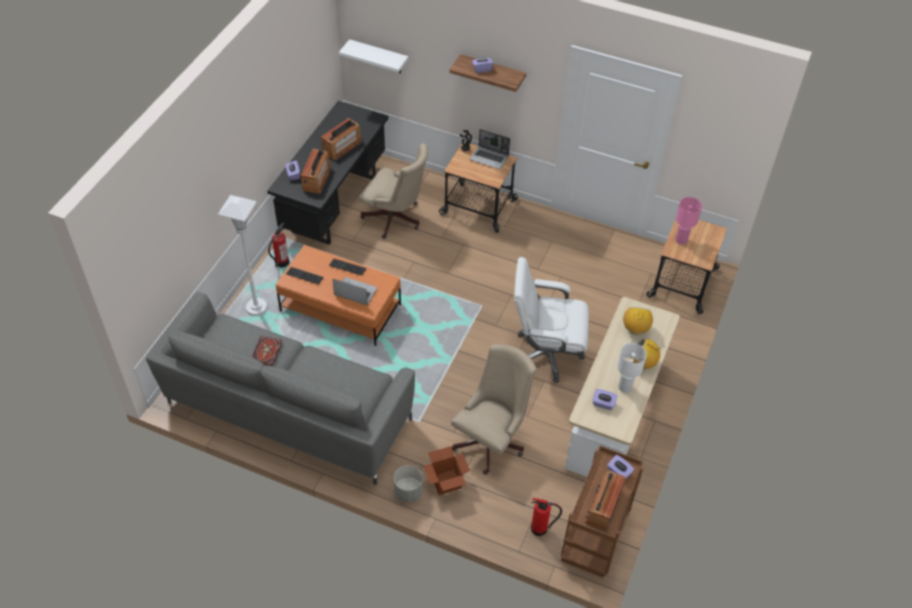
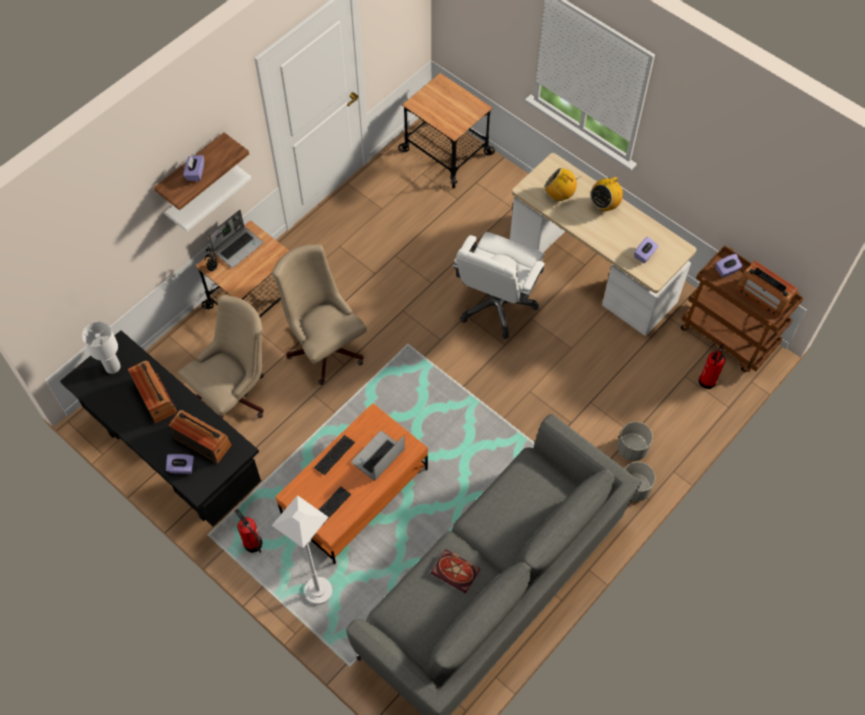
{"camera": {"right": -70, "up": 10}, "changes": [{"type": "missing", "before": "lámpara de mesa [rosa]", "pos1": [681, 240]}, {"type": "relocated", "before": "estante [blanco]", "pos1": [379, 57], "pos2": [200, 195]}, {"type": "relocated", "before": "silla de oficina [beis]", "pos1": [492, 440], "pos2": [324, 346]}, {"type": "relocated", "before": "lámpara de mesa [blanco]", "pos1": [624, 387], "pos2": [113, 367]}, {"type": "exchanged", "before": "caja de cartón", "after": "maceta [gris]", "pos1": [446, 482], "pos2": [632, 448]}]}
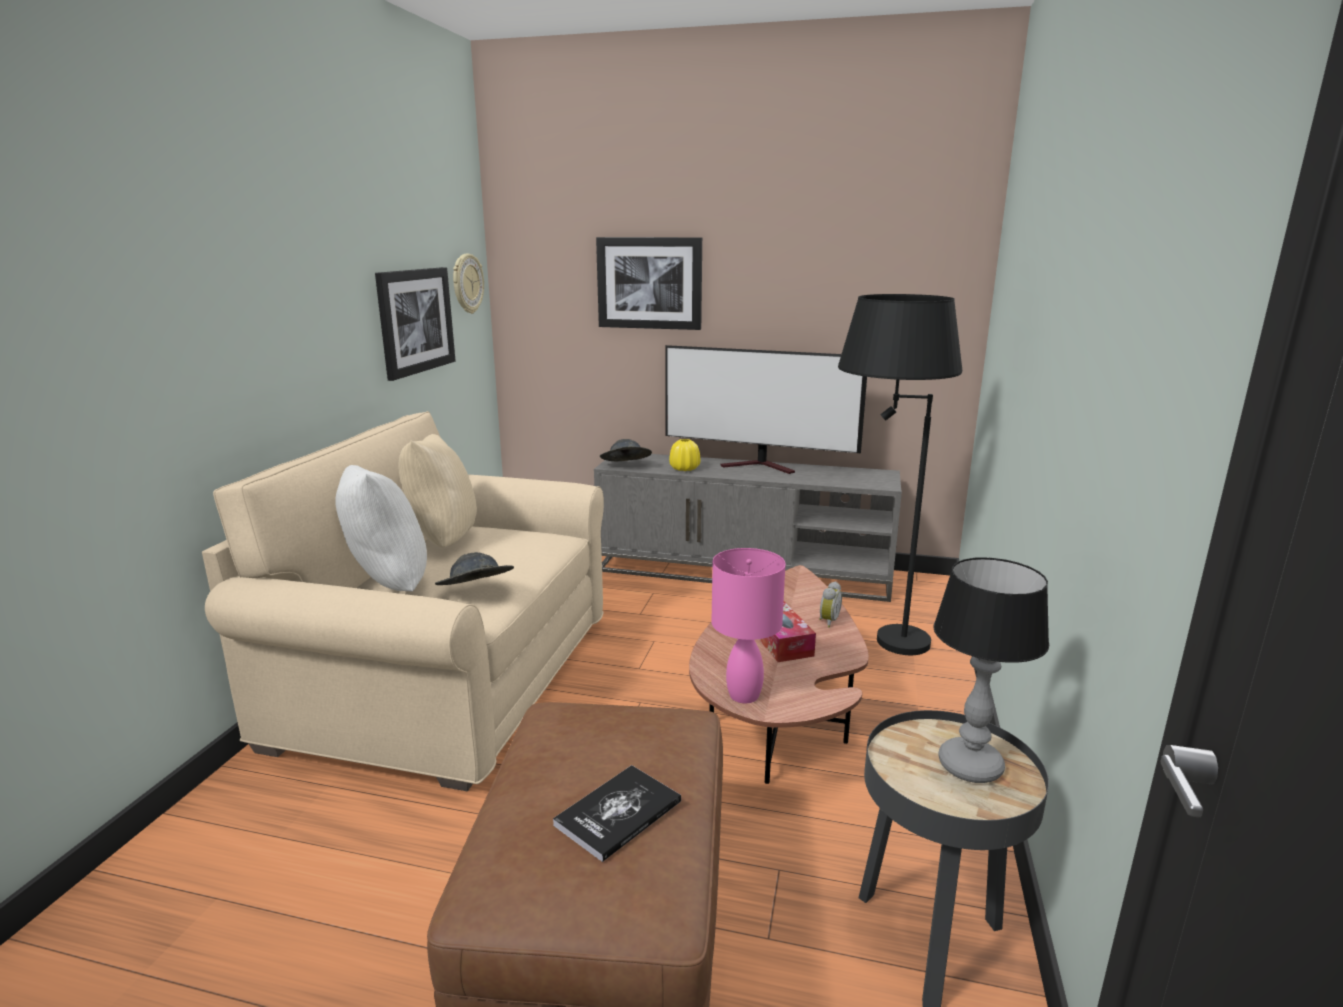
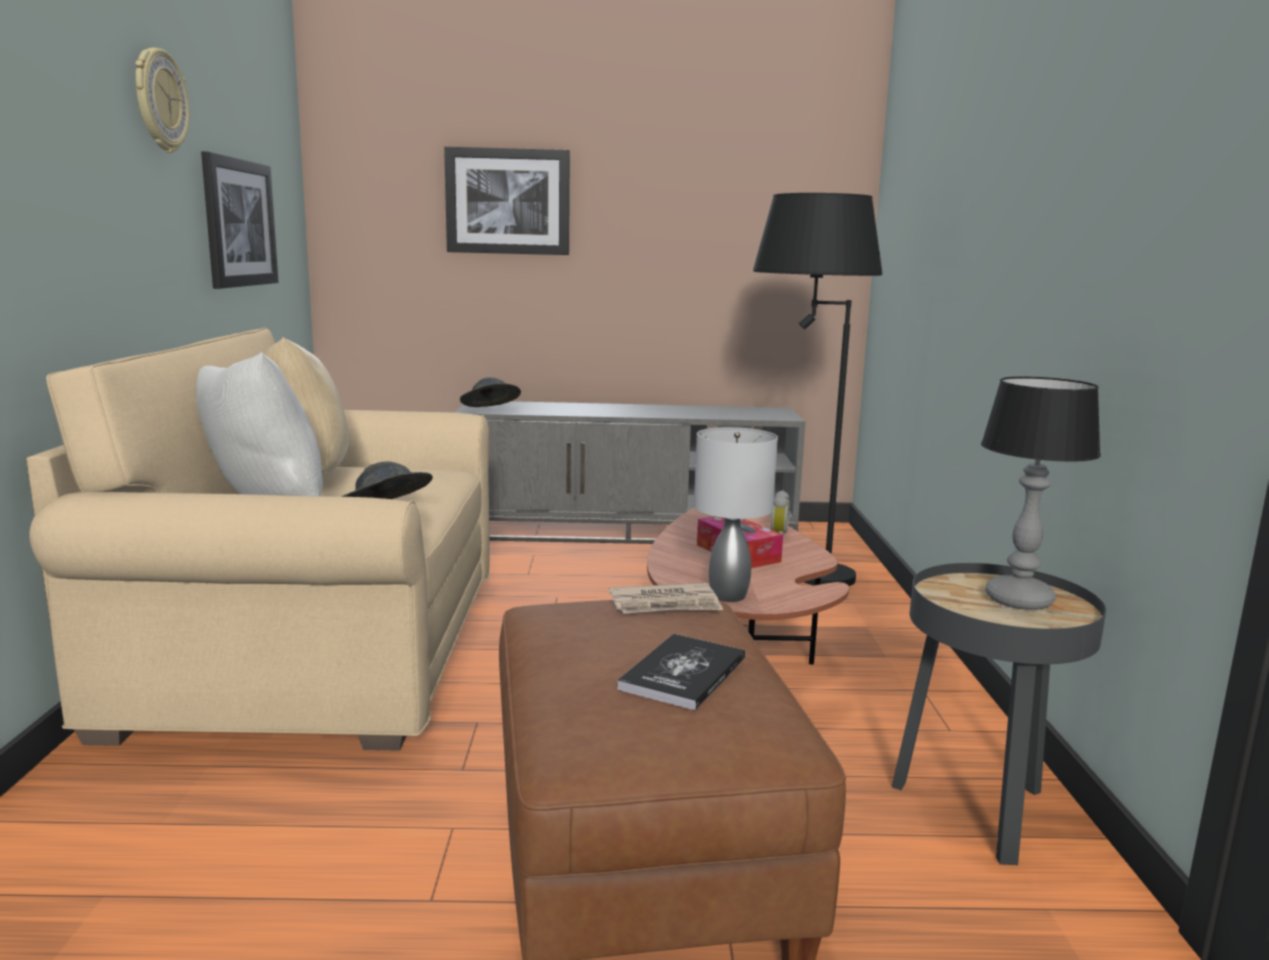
{"camera": {"right": -15, "up": -5}, "changes": [{"type": "missing", "before": "televisor", "pos1": [762, 466]}, {"type": "missing", "before": "florero [amarillo]", "pos1": [684, 469]}, {"type": "appeared", "after": "periódico", "pos2": [665, 604]}, {"type": "relocated", "before": "reloj de pared", "pos1": [467, 283], "pos2": [159, 101]}, {"type": "colour", "before": "lámpara de mesa [rosa]", "after": "lámpara de mesa [gris]", "pos1": [745, 695], "pos2": [729, 595]}]}
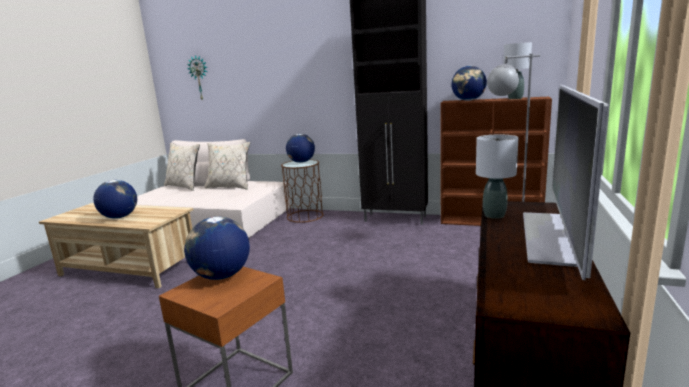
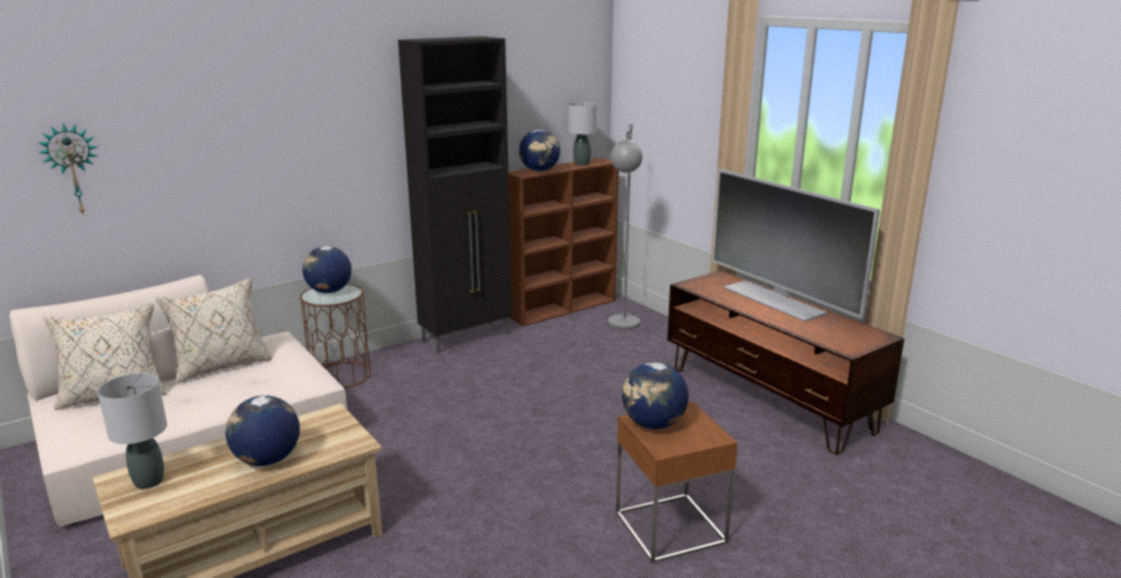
{"camera": {"right": -55, "up": 5}, "changes": [{"type": "relocated", "before": "lámpara de mesa [gris]", "pos1": [494, 215], "pos2": [149, 482]}]}
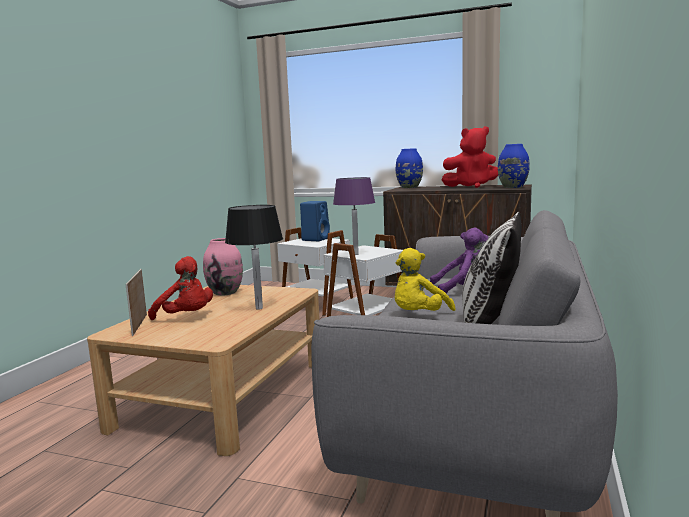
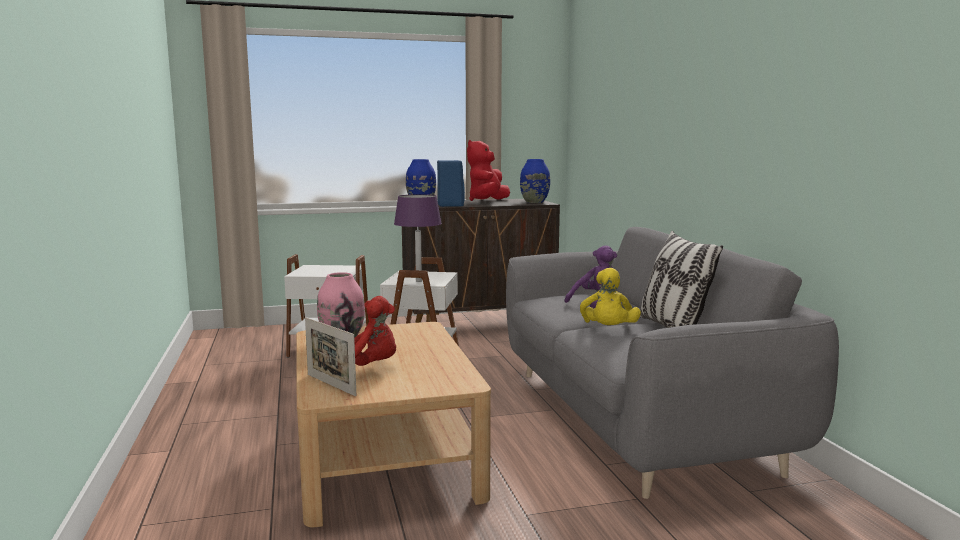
{"camera": {"right": -35, "up": 0}, "changes": [{"type": "missing", "before": "lámpara de mesa [negro]", "pos1": [259, 308]}, {"type": "relocated", "before": "altavoz [azul]", "pos1": [316, 239], "pos2": [450, 205]}, {"type": "spun", "before": "peluche [rojo]", "pos1": [471, 186], "pos2": [488, 201], "turn": 150}]}
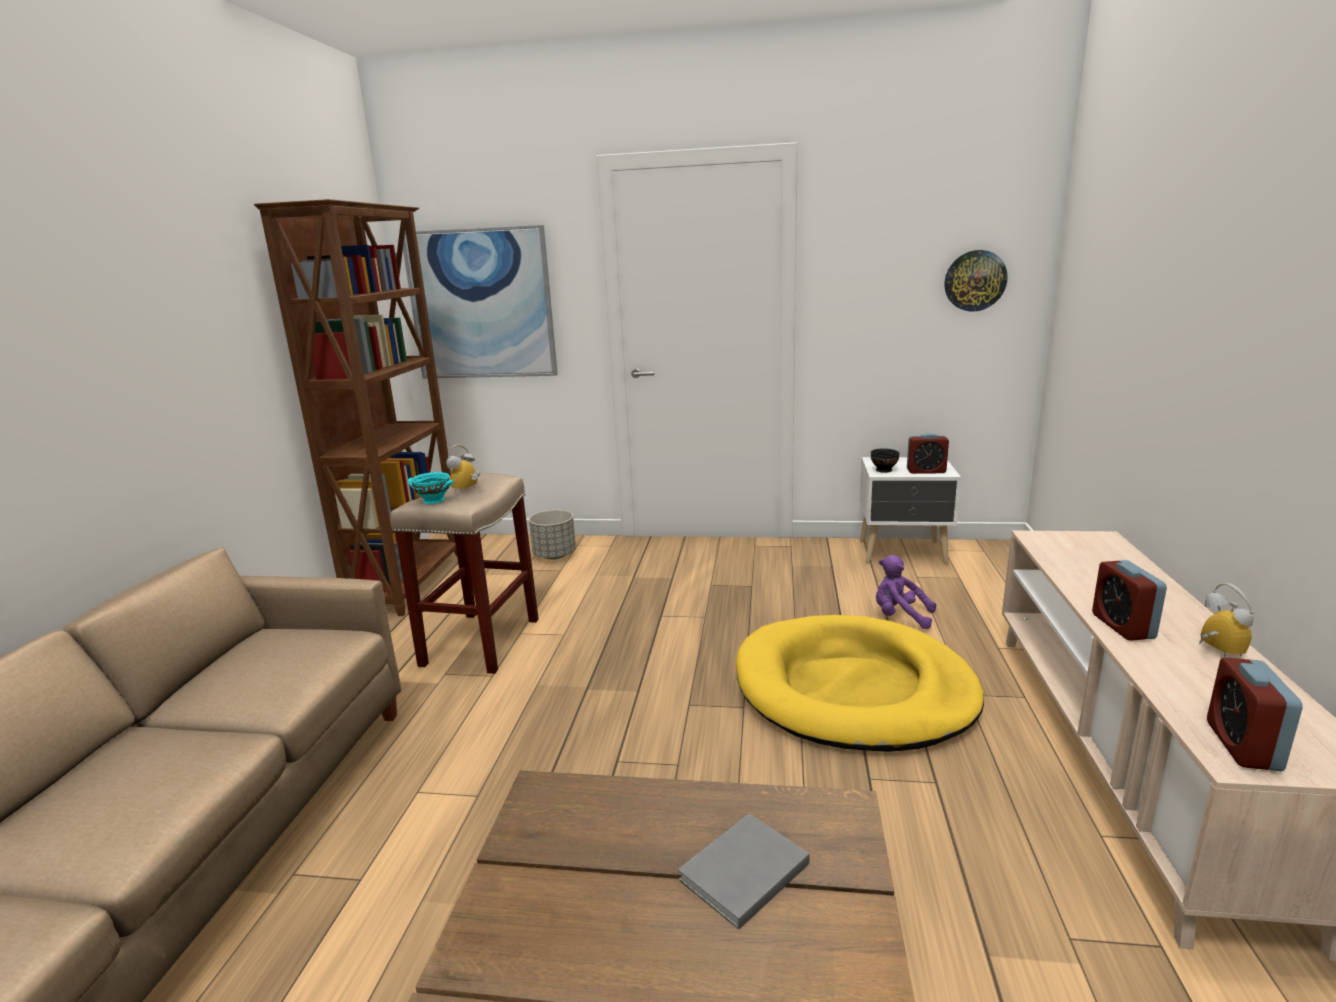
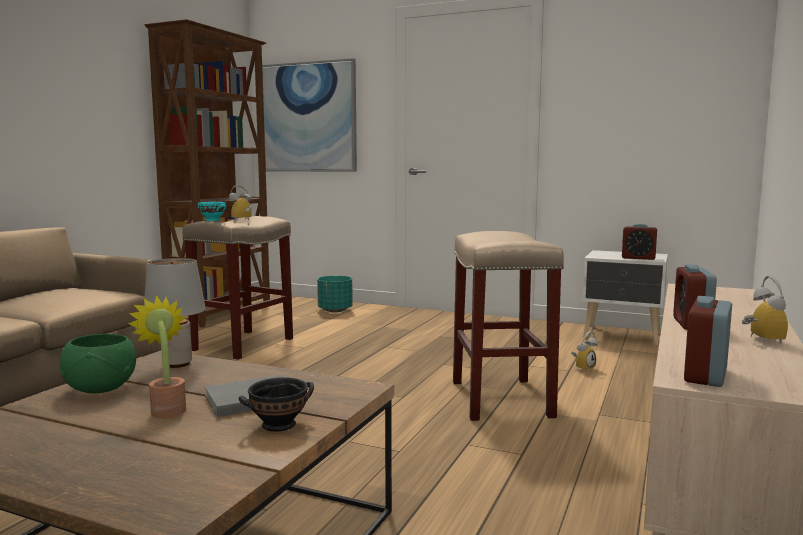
{"camera": {"right": 15, "up": -10}, "changes": [{"type": "missing", "before": "reloj de pared", "pos1": [975, 280]}, {"type": "appeared", "after": "cuenco [verde]", "pos2": [100, 389]}, {"type": "appeared", "after": "planta en maceta", "pos2": [167, 409]}, {"type": "appeared", "after": "lámpara de mesa [gris]", "pos2": [176, 364]}, {"type": "relocated", "before": "cuenco [negro]", "pos1": [883, 470], "pos2": [277, 425]}, {"type": "exchanged", "before": "cama para perro [amarillo]", "after": "taburete [beis]", "pos1": [853, 689], "pos2": [502, 399]}, {"type": "exchanged", "before": "peluche [morado]", "after": "despertador", "pos1": [900, 617], "pos2": [583, 368]}, {"type": "colour", "before": "maceta [gris]", "after": "maceta [turquesa]", "pos1": [554, 555], "pos2": [335, 310]}]}
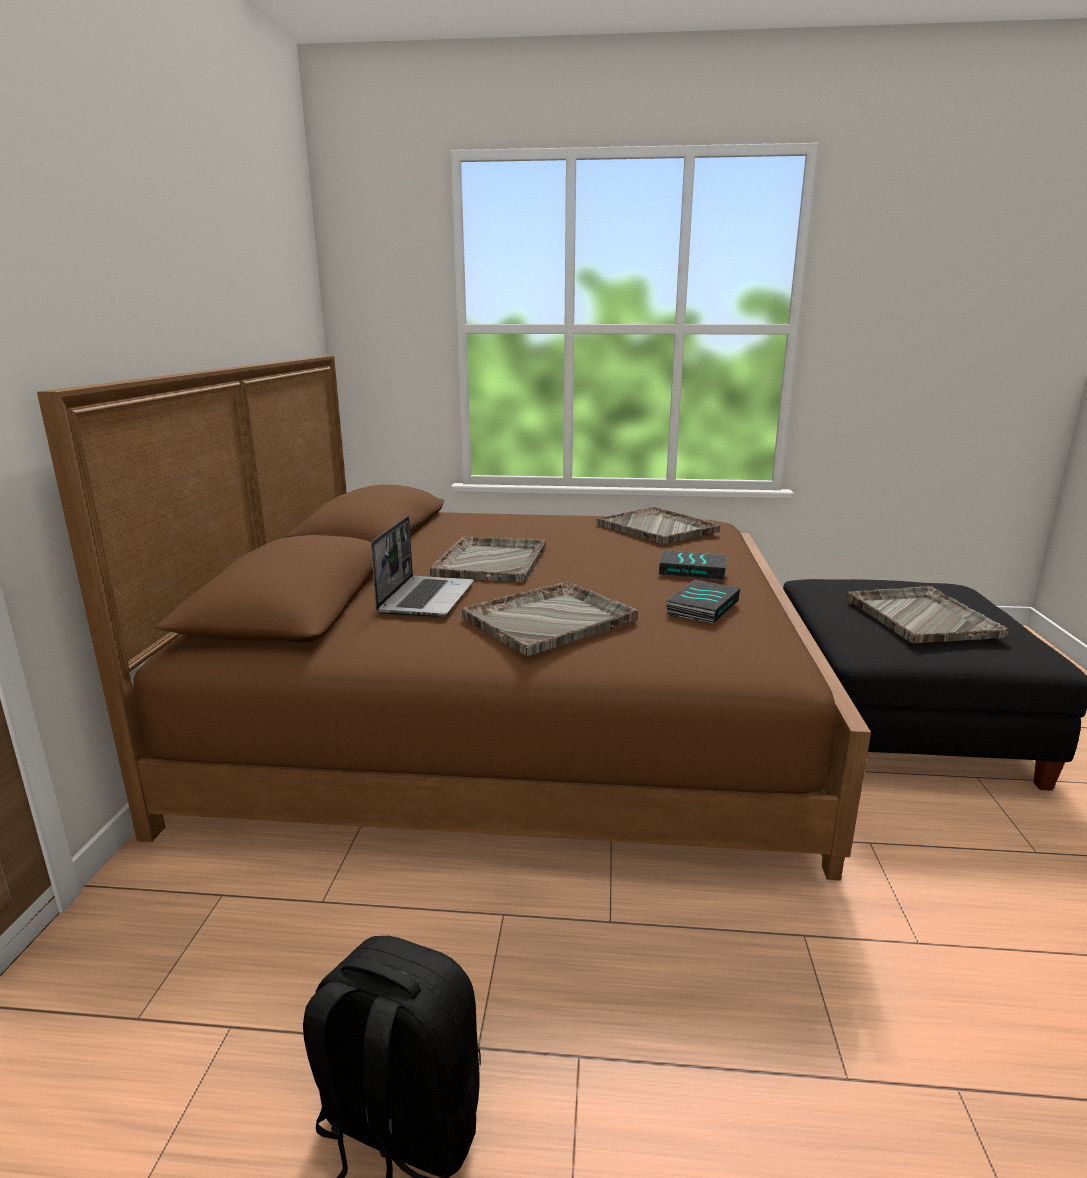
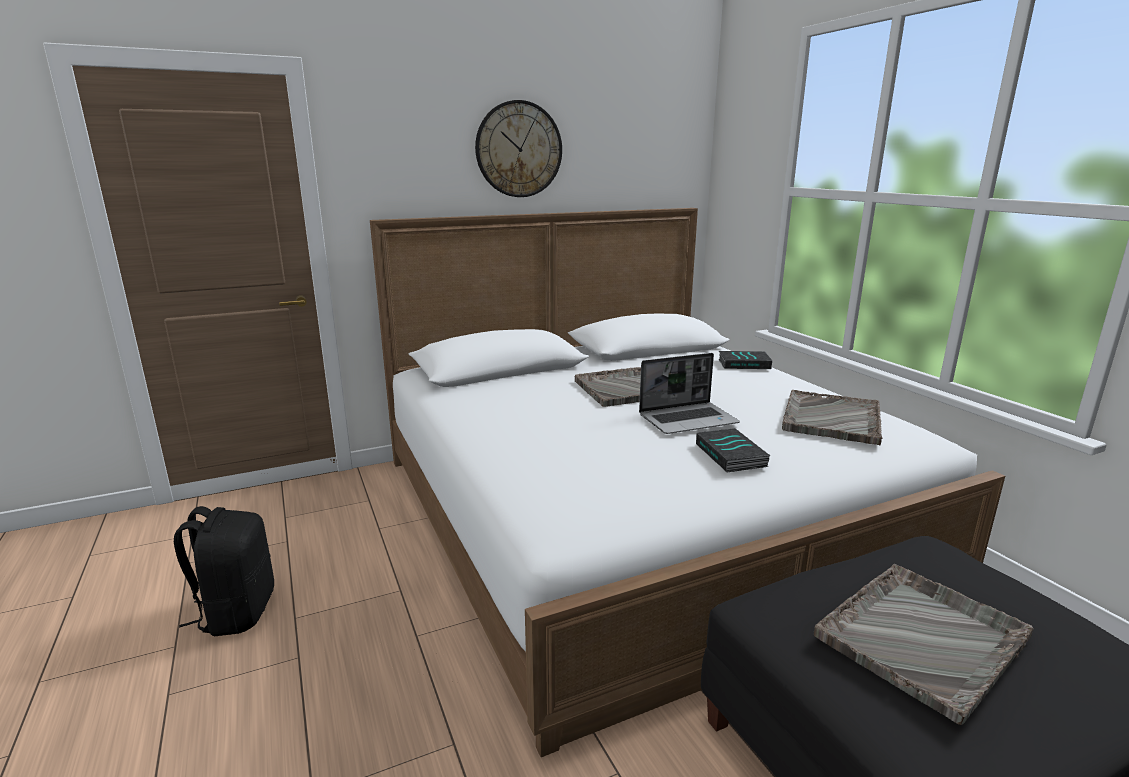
{"camera": {"right": 60, "up": 0}, "changes": [{"type": "missing", "before": "bandeja [gris]", "pos1": [551, 619]}, {"type": "appeared", "after": "reloj de pared", "pos2": [519, 149]}, {"type": "relocated", "before": "portátil", "pos1": [426, 598], "pos2": [688, 420]}, {"type": "relocated", "before": "libro", "pos1": [701, 607], "pos2": [744, 364]}, {"type": "colour", "before": "cama [marrón]", "after": "cama [blanco]", "pos1": [515, 704], "pos2": [635, 513]}]}
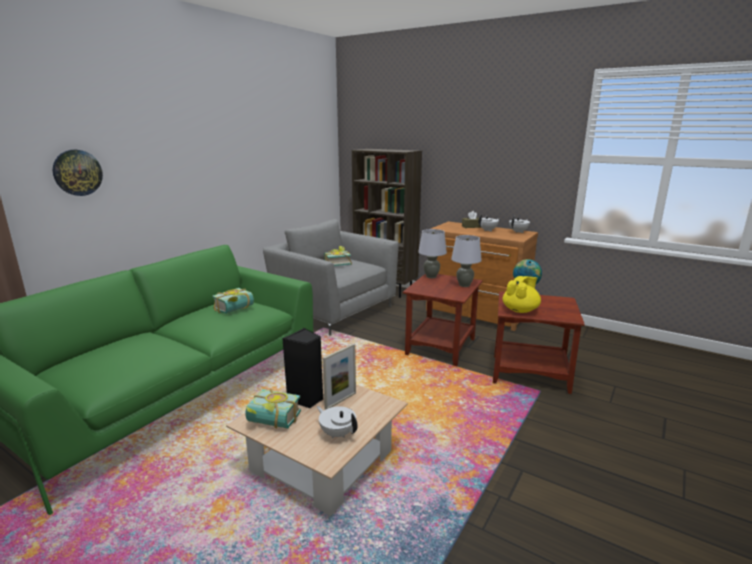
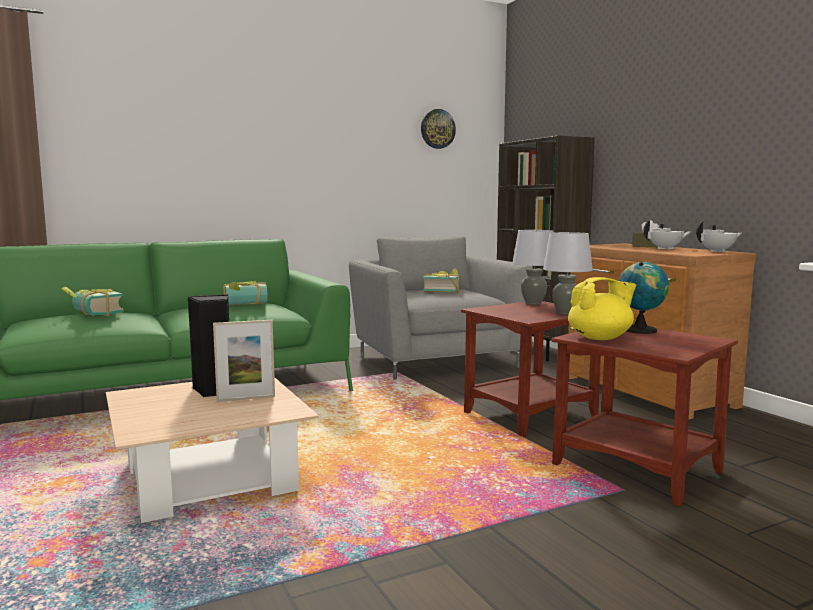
{"camera": {"right": 30, "up": -10}, "changes": [{"type": "missing", "before": "tetera [blanco]", "pos1": [337, 433]}, {"type": "relocated", "before": "reloj de pared", "pos1": [77, 172], "pos2": [437, 129]}, {"type": "relocated", "before": "libro", "pos1": [271, 422], "pos2": [92, 314]}]}
